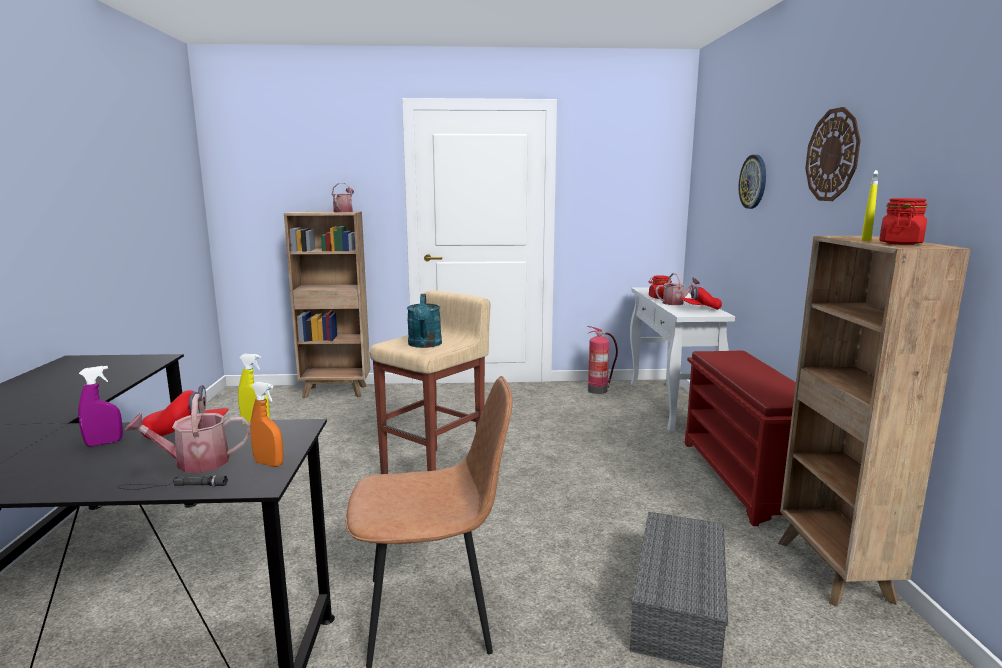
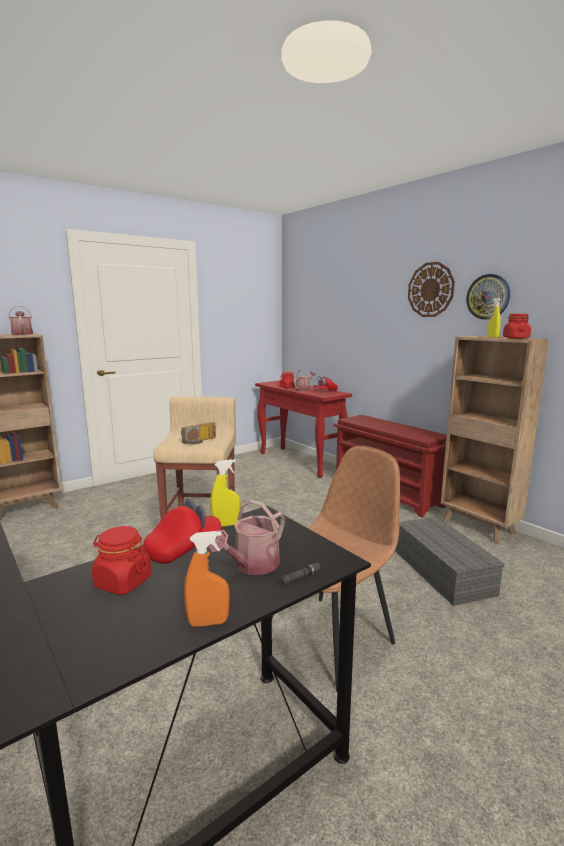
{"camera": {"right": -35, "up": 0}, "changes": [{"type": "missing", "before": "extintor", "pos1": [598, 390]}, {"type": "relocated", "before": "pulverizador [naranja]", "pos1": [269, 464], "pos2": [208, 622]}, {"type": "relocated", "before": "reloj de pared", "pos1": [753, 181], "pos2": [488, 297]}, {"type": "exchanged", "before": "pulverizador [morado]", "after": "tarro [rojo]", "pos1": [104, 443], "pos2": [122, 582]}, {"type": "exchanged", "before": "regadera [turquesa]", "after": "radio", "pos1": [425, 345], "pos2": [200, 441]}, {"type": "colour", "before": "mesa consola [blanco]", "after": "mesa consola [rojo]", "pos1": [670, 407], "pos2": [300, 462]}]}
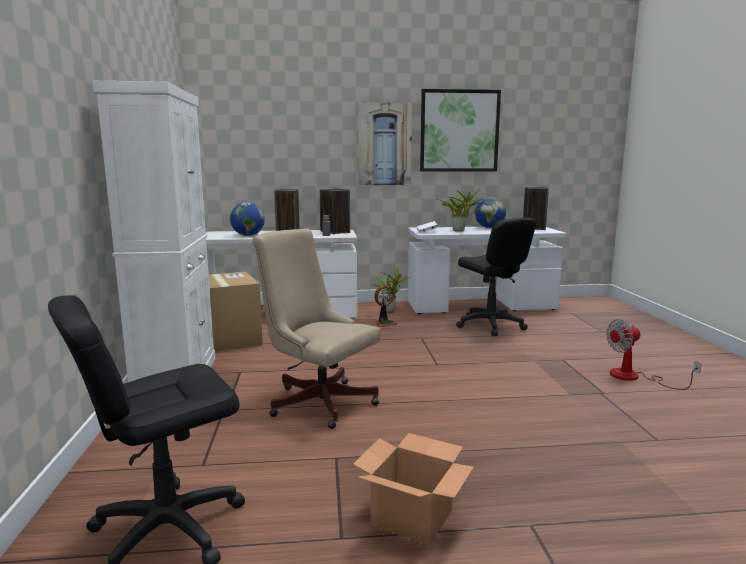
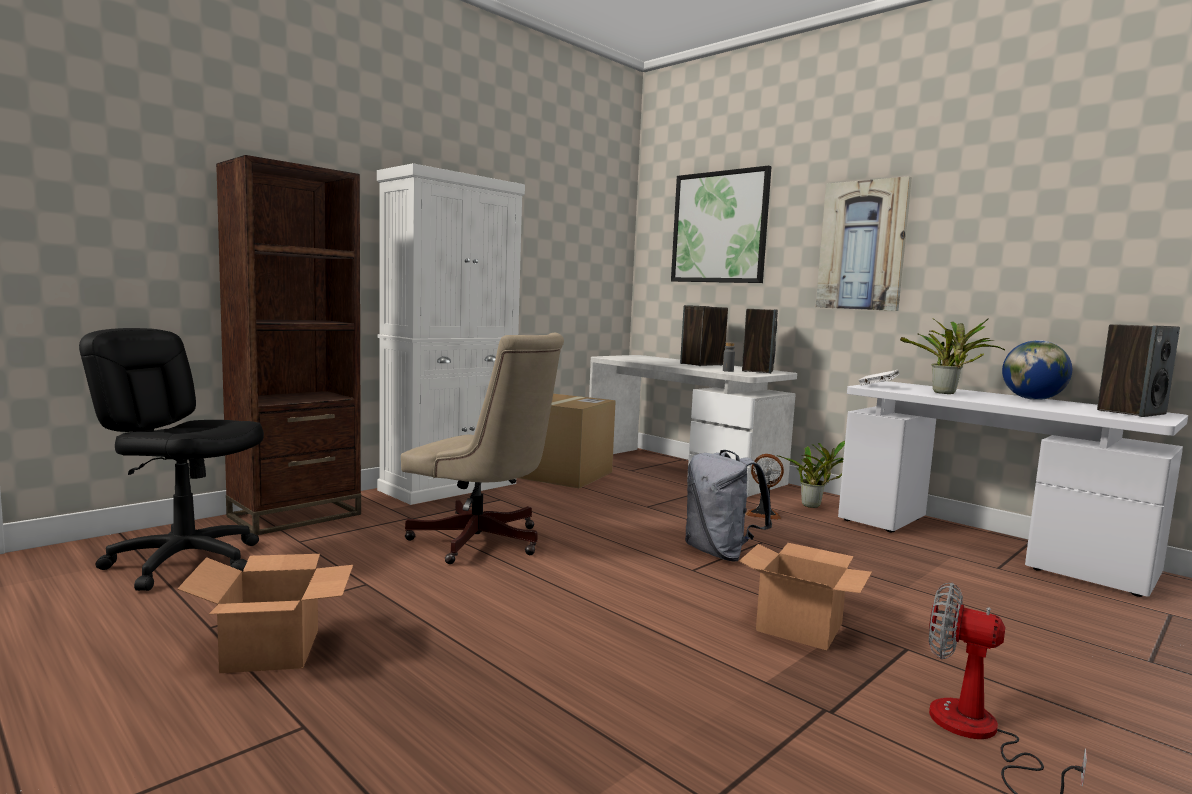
{"camera": {"right": 50, "up": -5}, "changes": [{"type": "missing", "before": "globo terráqueo", "pos1": [248, 235]}, {"type": "missing", "before": "silla de oficina [negro]", "pos1": [490, 325]}, {"type": "appeared", "after": "estantería [marrón]", "pos2": [295, 515]}, {"type": "appeared", "after": "mochila [gris]", "pos2": [720, 553]}, {"type": "appeared", "after": "caja de cartón", "pos2": [798, 627]}, {"type": "relocated", "before": "cuadro", "pos1": [459, 131], "pos2": [719, 227]}, {"type": "spun", "before": "silla de oficina [beis]", "pos1": [317, 401], "pos2": [484, 543], "turn": 120}]}
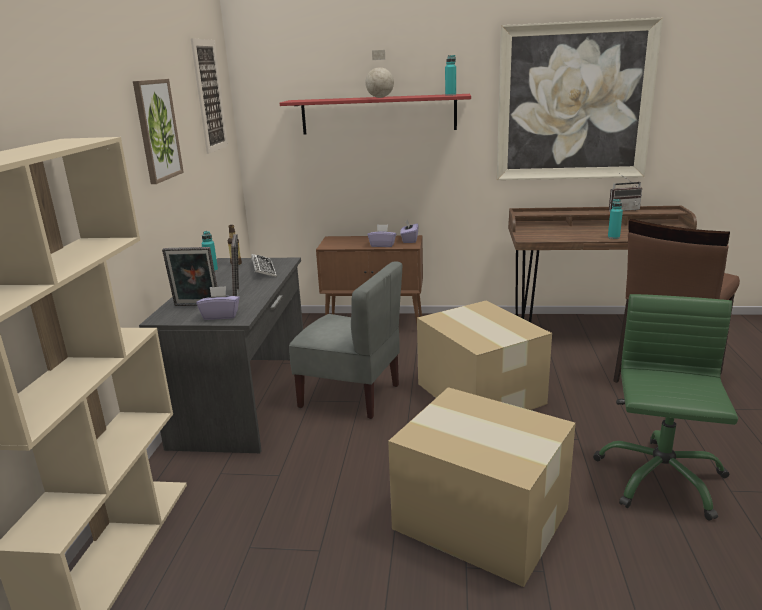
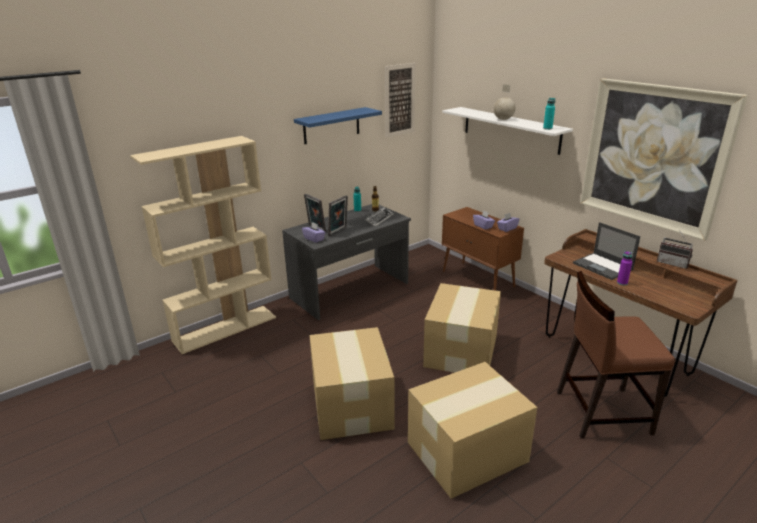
{"camera": {"right": 45, "up": 5}, "changes": [{"type": "missing", "before": "silla [gris]", "pos1": [351, 395]}, {"type": "appeared", "after": "portátil", "pos2": [603, 266]}, {"type": "exchanged", "before": "cuadro", "after": "estante [azul]", "pos1": [157, 130], "pos2": [331, 125]}, {"type": "exchanged", "before": "silla de oficina [verde]", "after": "caja de cartón", "pos1": [659, 478], "pos2": [468, 451]}, {"type": "colour", "before": "estante [rojo]", "after": "estante [blanco]", "pos1": [378, 114], "pos2": [510, 129]}, {"type": "colour", "before": "botella [turquesa]", "after": "botella [morado]", "pos1": [613, 237], "pos2": [622, 283]}]}
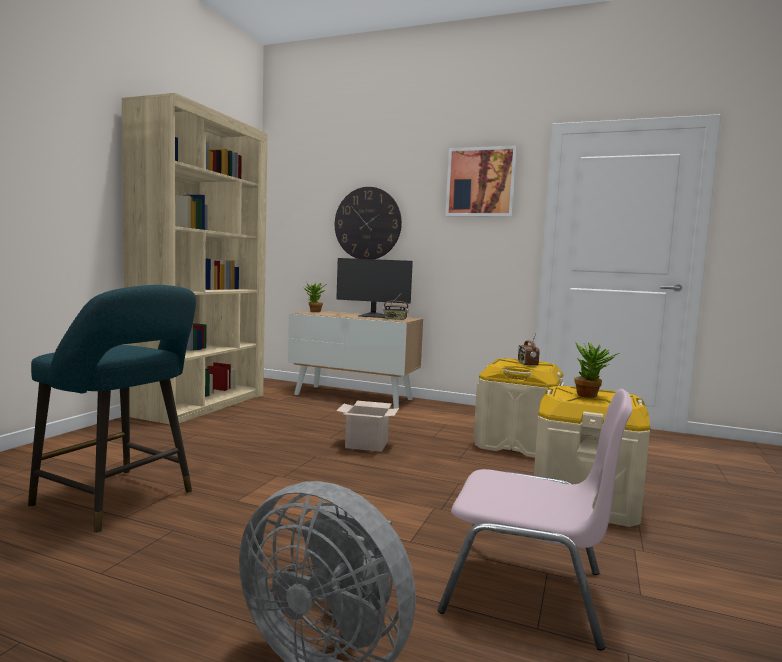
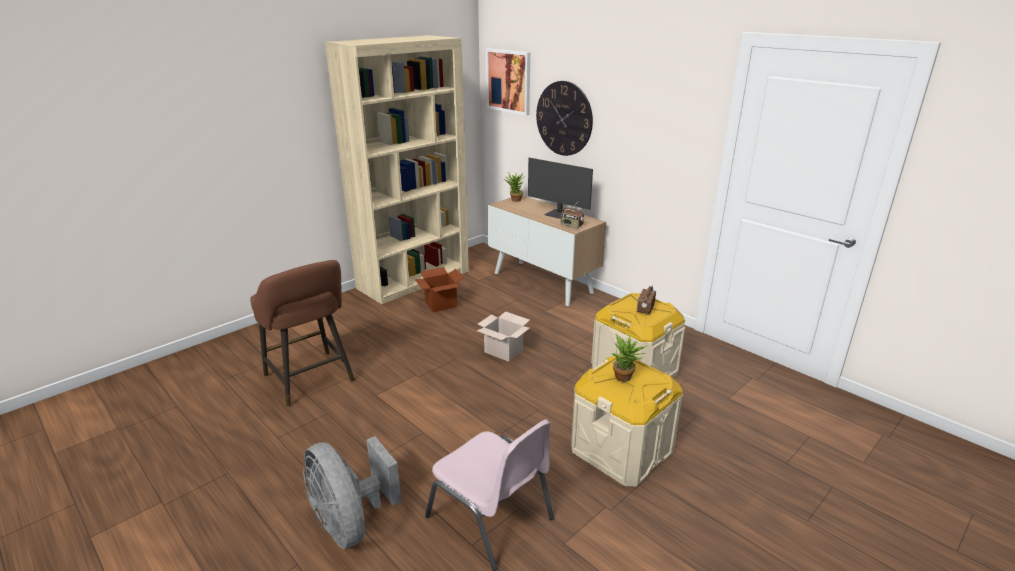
{"camera": {"right": 25, "up": 20}, "changes": [{"type": "appeared", "after": "caja de cartón", "pos2": [441, 304]}, {"type": "relocated", "before": "cuadro", "pos1": [480, 182], "pos2": [509, 81]}, {"type": "colour", "before": "taburete [turquesa]", "after": "taburete [marrón]", "pos1": [119, 501], "pos2": [311, 381]}]}
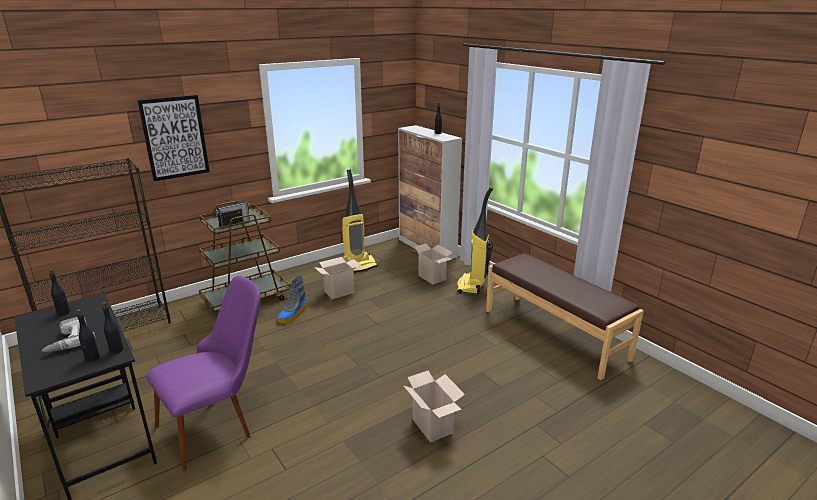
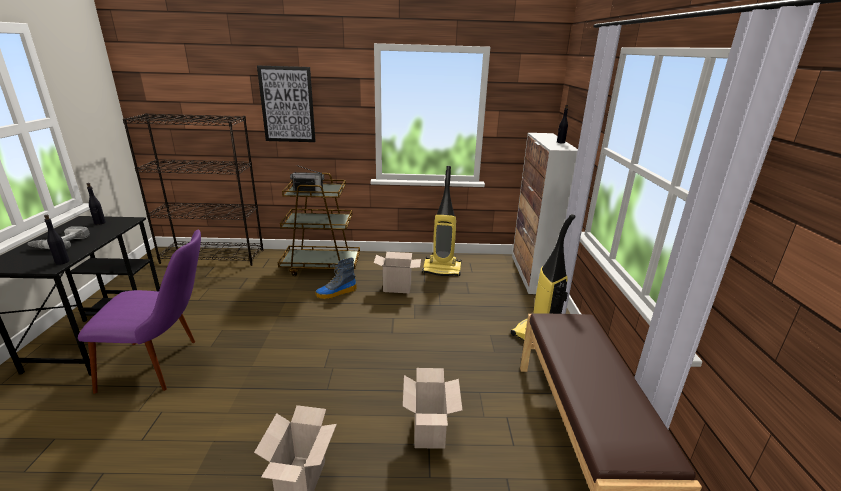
{"camera": {"right": 35, "up": 0}, "changes": [{"type": "missing", "before": "botella [negro]", "pos1": [92, 358]}, {"type": "relocated", "before": "caja de cartón", "pos1": [433, 278], "pos2": [430, 432]}]}
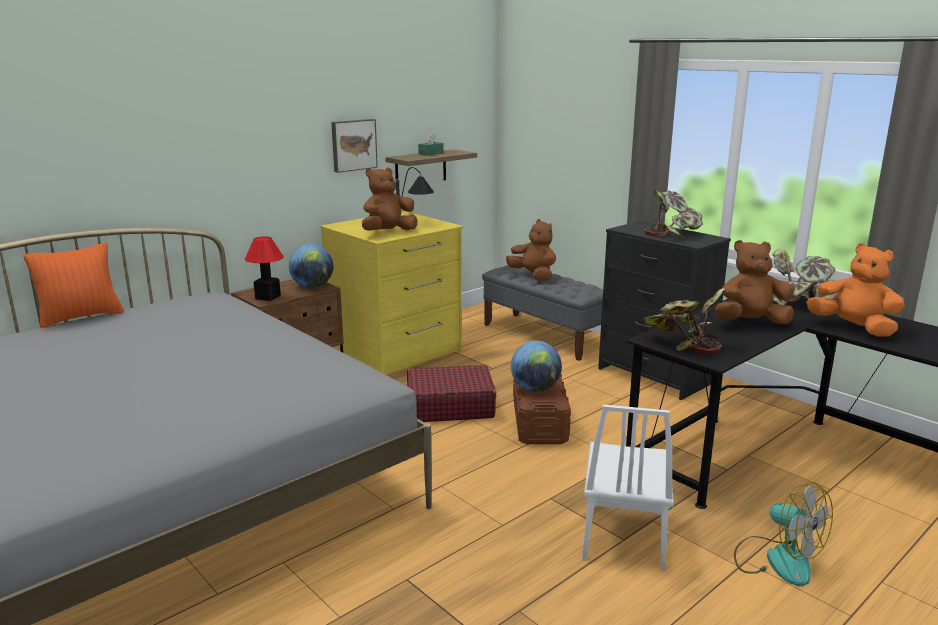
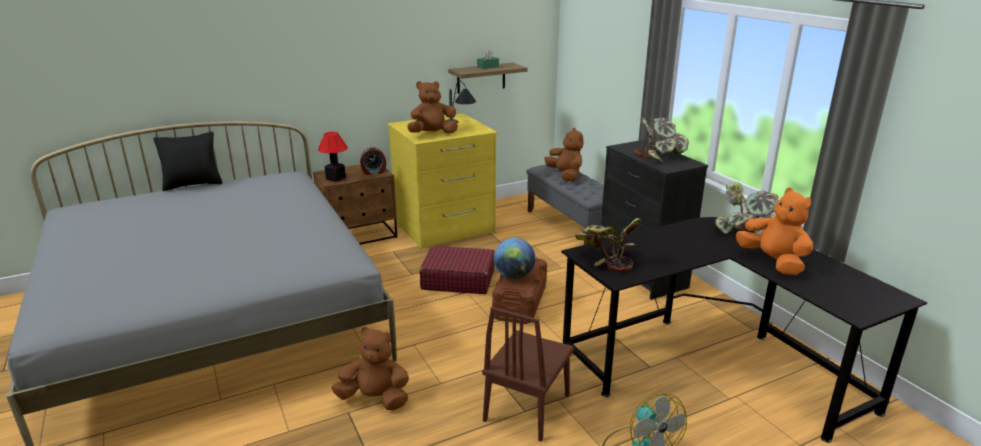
{"camera": {"right": 15, "up": 5}, "changes": [{"type": "missing", "before": "cuadro", "pos1": [353, 145]}, {"type": "relocated", "before": "peluche [marrón]", "pos1": [750, 322], "pos2": [375, 399]}, {"type": "exchanged", "before": "globo terráqueo", "after": "despertador", "pos1": [312, 286], "pos2": [374, 172]}, {"type": "colour", "before": "cojín [naranja]", "after": "cojín [negro]", "pos1": [81, 317], "pos2": [193, 185]}, {"type": "colour", "before": "silla [blanco]", "after": "silla [marrón]", "pos1": [623, 535], "pos2": [527, 407]}]}
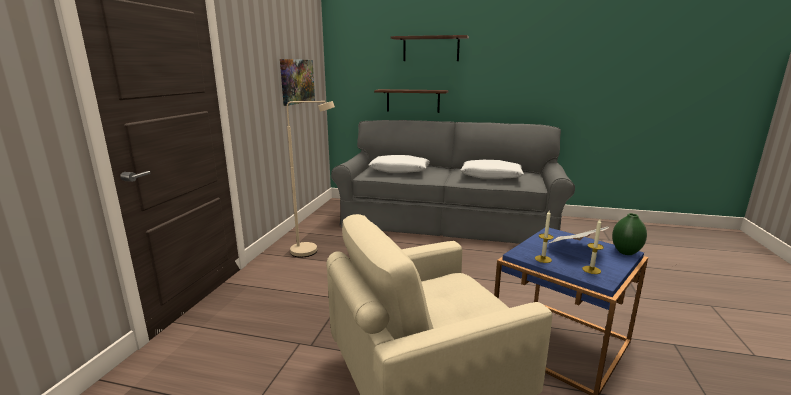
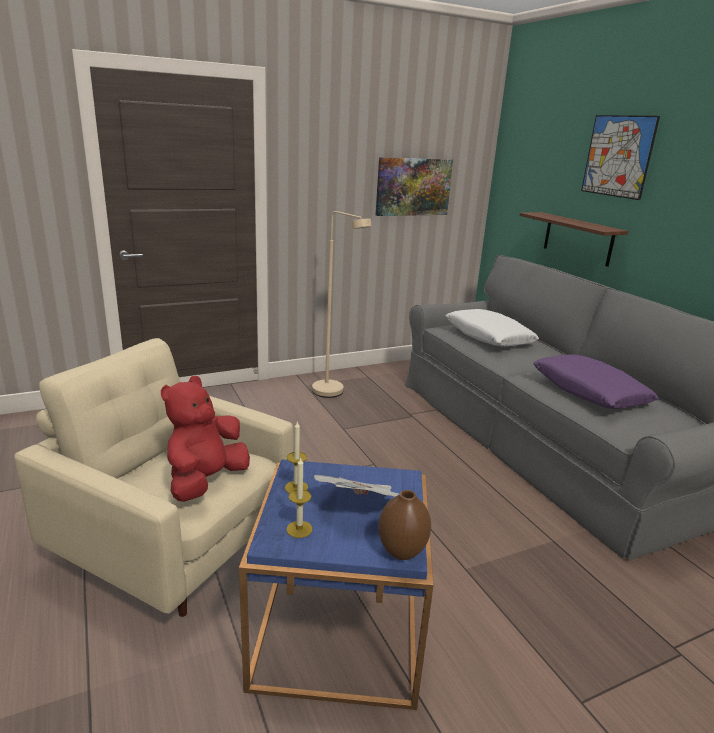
{"camera": {"right": 50, "up": 5}, "changes": [{"type": "appeared", "after": "peluche [rojo]", "pos2": [206, 481]}, {"type": "exchanged", "before": "estante", "after": "cuadro", "pos1": [431, 49], "pos2": [618, 156]}, {"type": "colour", "before": "cojín [blanco]", "after": "cojín [morado]", "pos1": [491, 176], "pos2": [589, 392]}, {"type": "colour", "before": "florero [verde]", "after": "florero [marrón]", "pos1": [626, 252], "pos2": [401, 553]}]}
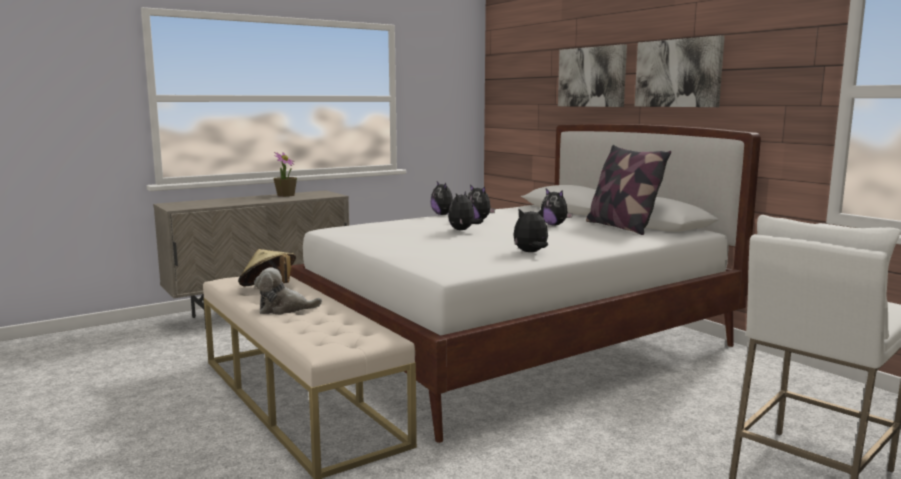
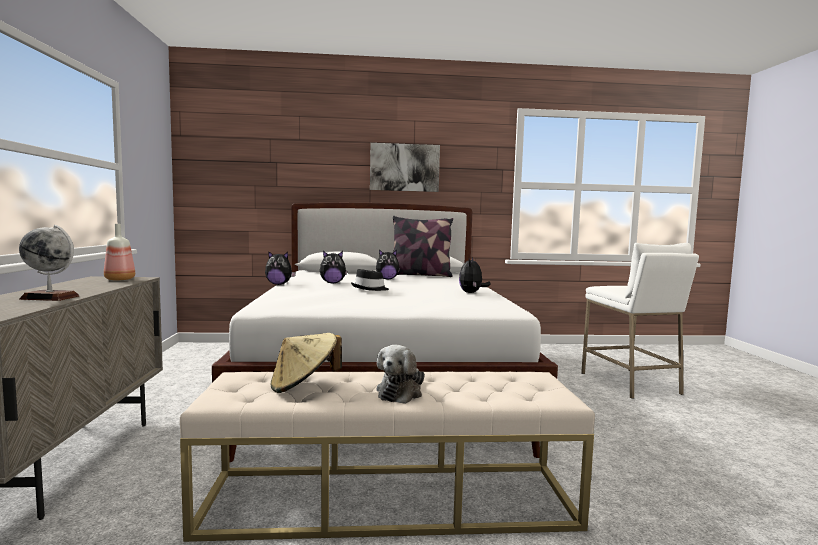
{"camera": {"right": -60, "up": -5}, "changes": [{"type": "missing", "before": "planta en maceta", "pos1": [286, 195]}, {"type": "missing", "before": "cuadro", "pos1": [592, 77]}, {"type": "appeared", "after": "globo terráqueo", "pos2": [50, 297]}, {"type": "appeared", "after": "botella", "pos2": [120, 279]}, {"type": "exchanged", "before": "peluche", "after": "sombrero [negro]", "pos1": [463, 230], "pos2": [370, 289]}]}
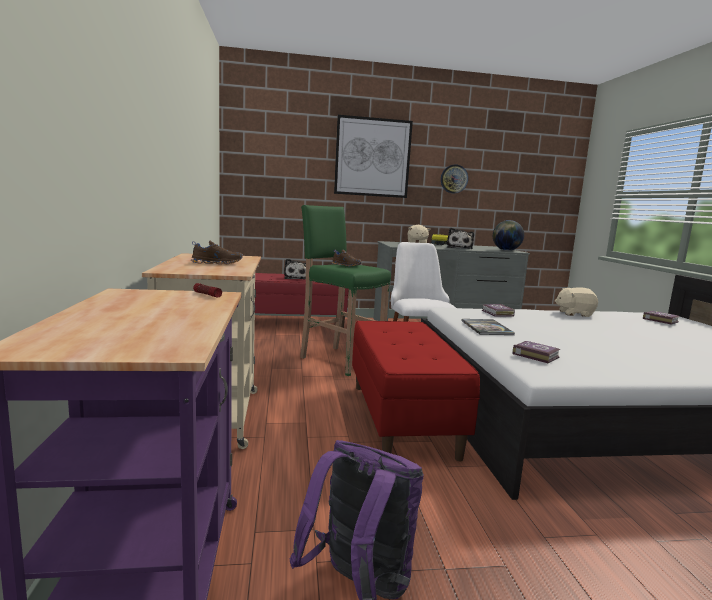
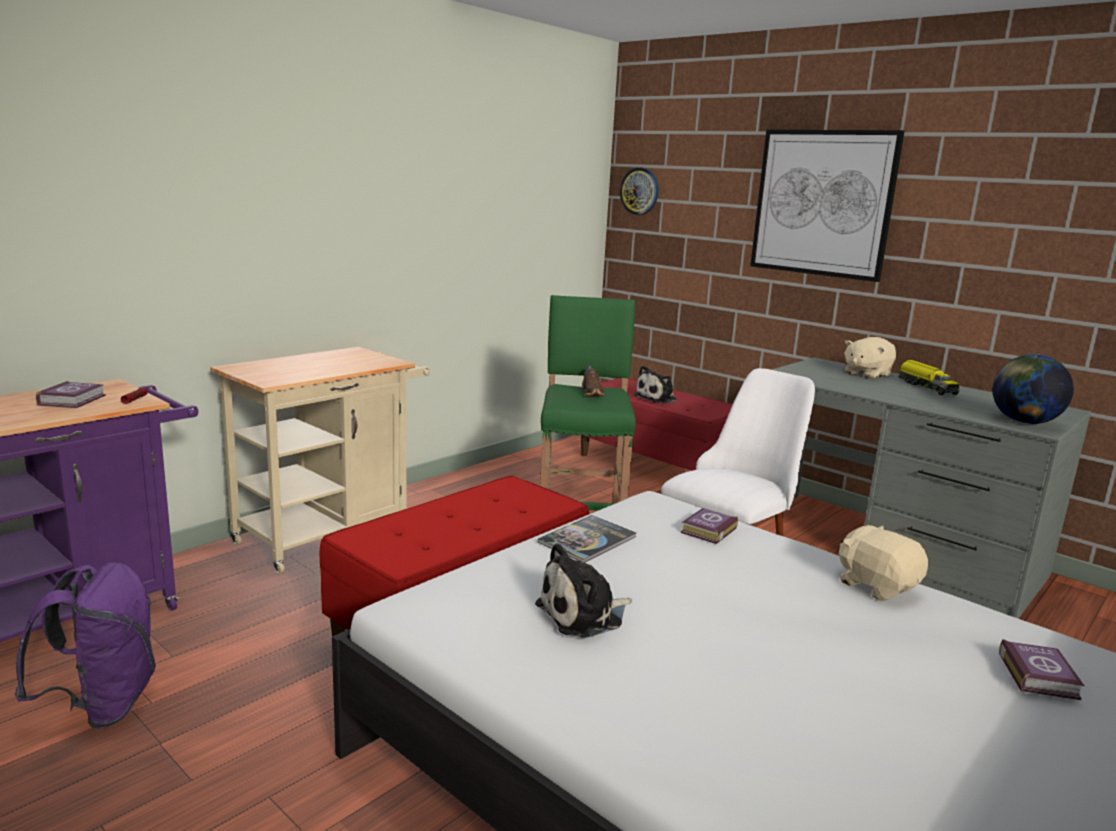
{"camera": {"right": 50, "up": 5}, "changes": [{"type": "missing", "before": "zapato [marrón]", "pos1": [217, 263]}, {"type": "relocated", "before": "reloj de pared", "pos1": [454, 179], "pos2": [639, 191]}, {"type": "relocated", "before": "peluche", "pos1": [459, 248], "pos2": [584, 615]}, {"type": "relocated", "before": "libro", "pos1": [535, 355], "pos2": [74, 400]}]}
